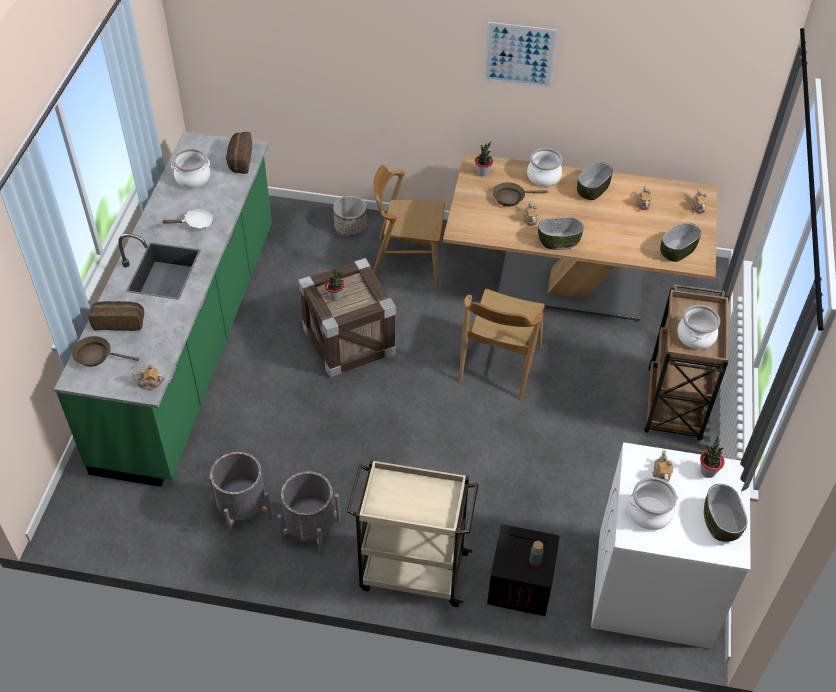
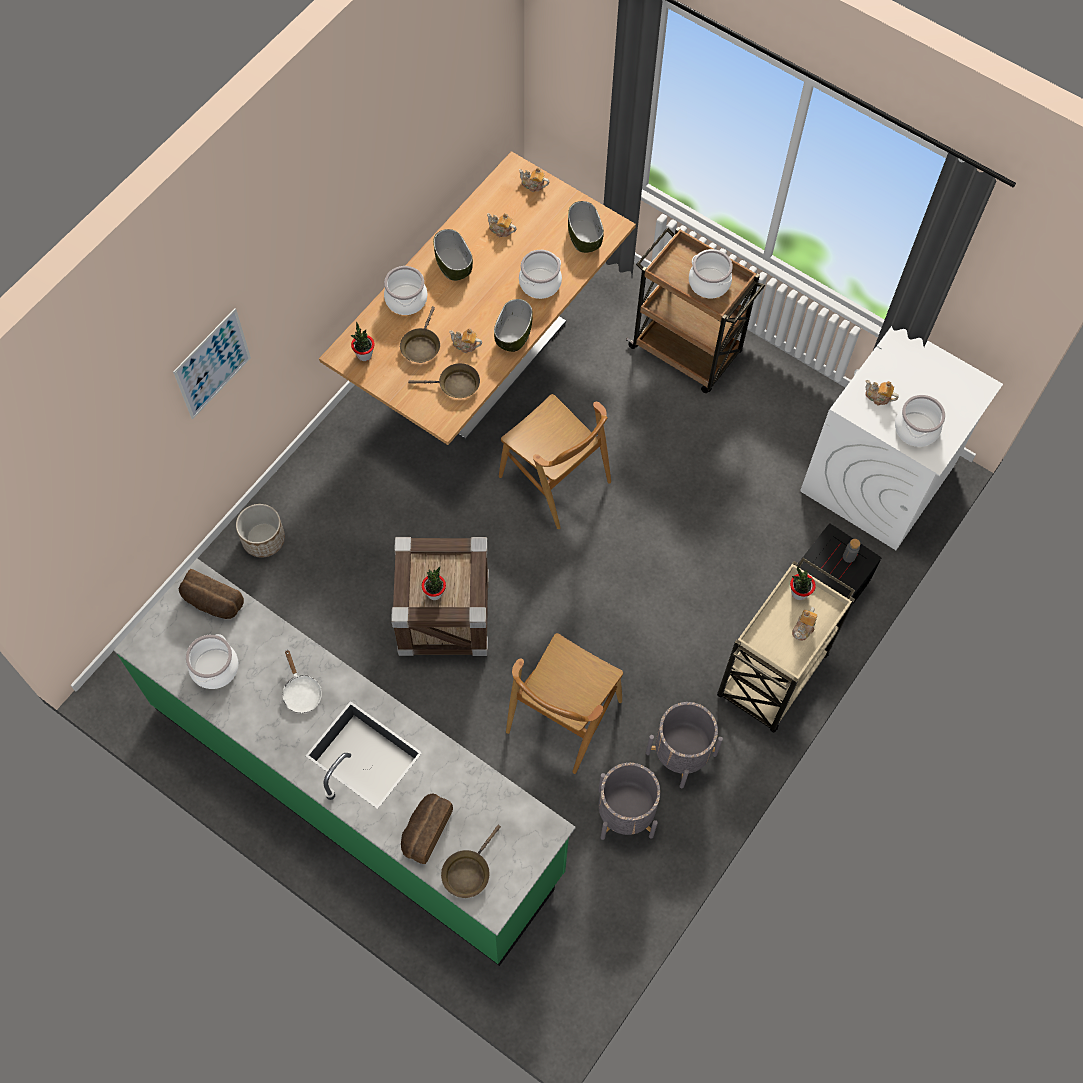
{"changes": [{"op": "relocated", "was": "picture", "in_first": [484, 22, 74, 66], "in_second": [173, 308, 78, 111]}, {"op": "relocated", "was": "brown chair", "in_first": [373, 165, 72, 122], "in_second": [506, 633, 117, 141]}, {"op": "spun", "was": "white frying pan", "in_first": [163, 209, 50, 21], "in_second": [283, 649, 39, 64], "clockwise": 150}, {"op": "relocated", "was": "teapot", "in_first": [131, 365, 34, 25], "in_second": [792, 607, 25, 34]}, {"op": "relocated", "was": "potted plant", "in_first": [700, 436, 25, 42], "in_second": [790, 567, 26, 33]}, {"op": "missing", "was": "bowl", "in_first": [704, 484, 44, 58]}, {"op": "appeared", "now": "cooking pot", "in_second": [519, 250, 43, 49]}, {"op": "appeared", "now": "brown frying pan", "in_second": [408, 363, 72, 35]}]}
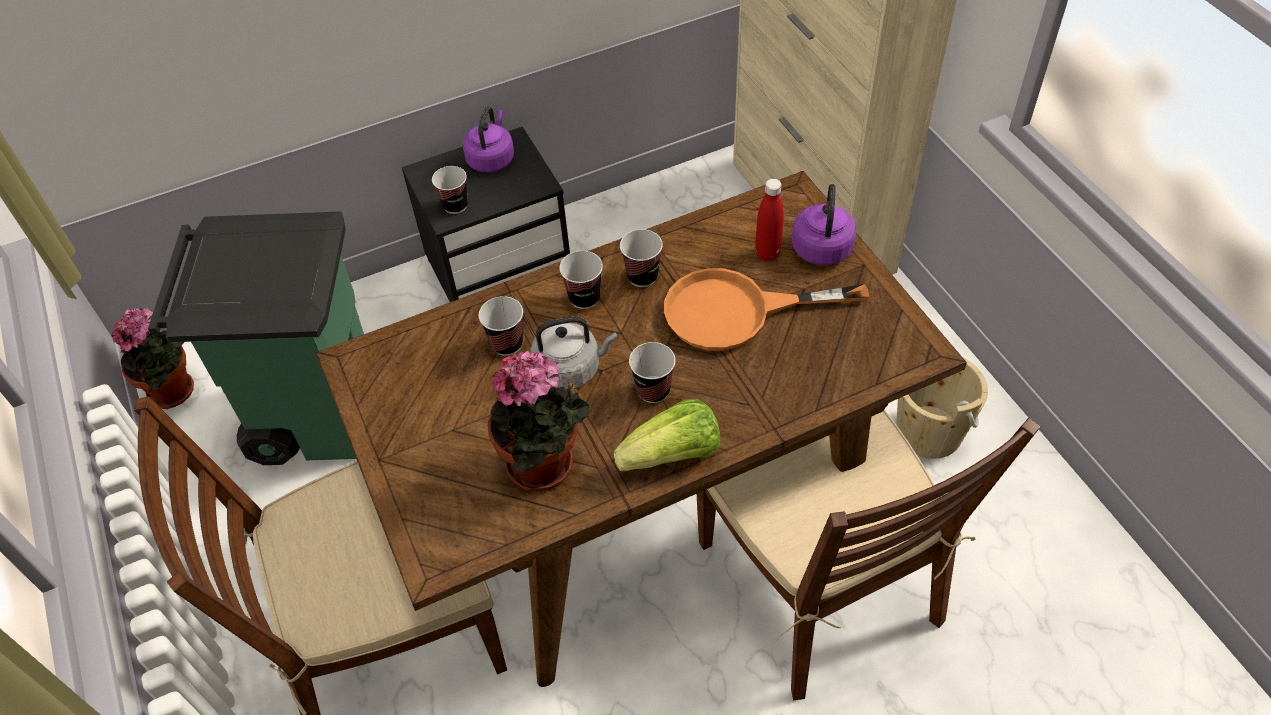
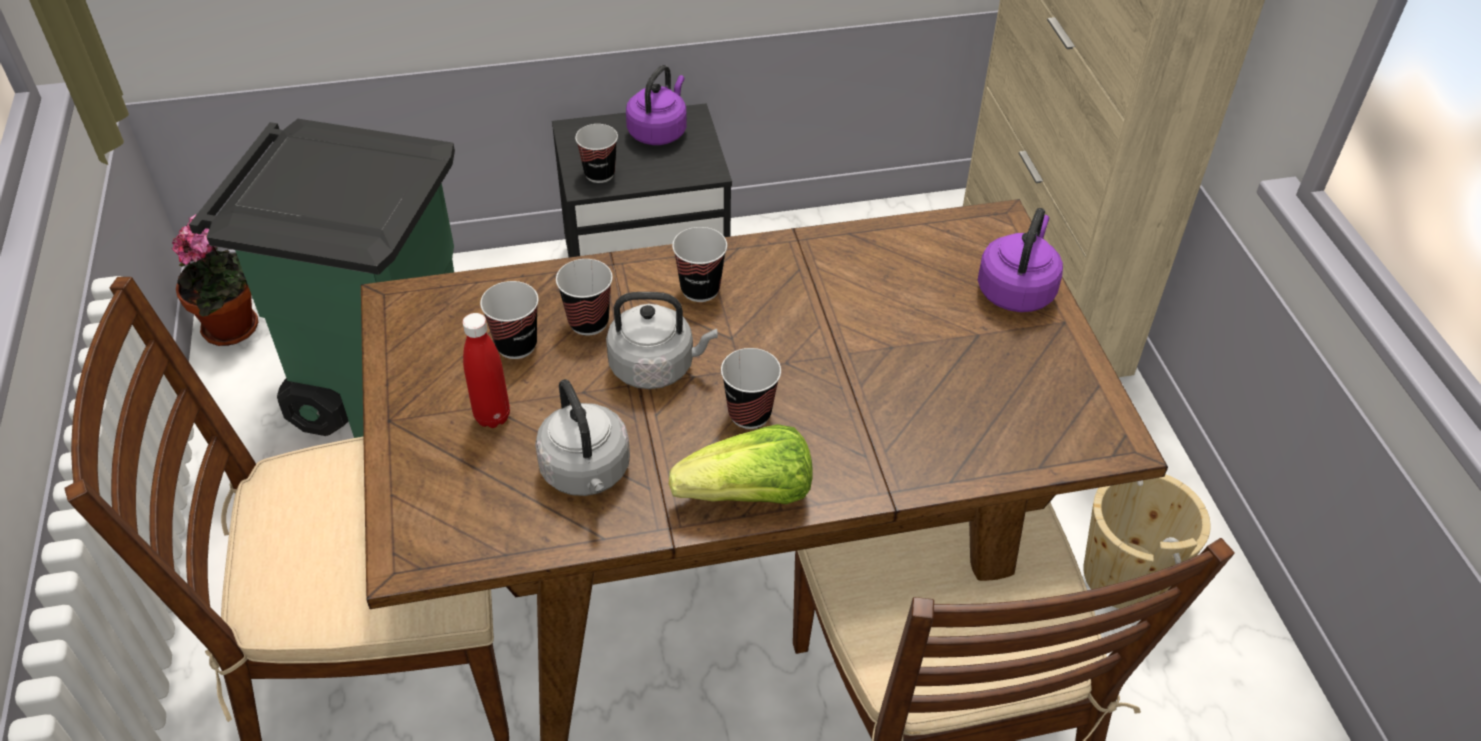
{"changes": [{"op": "relocated", "was": "red bottle", "in_first": [755, 179, 29, 82], "in_second": [462, 313, 48, 115]}, {"op": "relocated", "was": "cup", "in_first": [620, 229, 43, 58], "in_second": [480, 281, 58, 78]}, {"op": "missing", "was": "orange frying pan", "in_first": [664, 268, 205, 83]}, {"op": "exchanged", "was": "potted plant", "now": "grey kettle", "in_first": [488, 351, 101, 140], "in_second": [535, 379, 95, 117]}]}
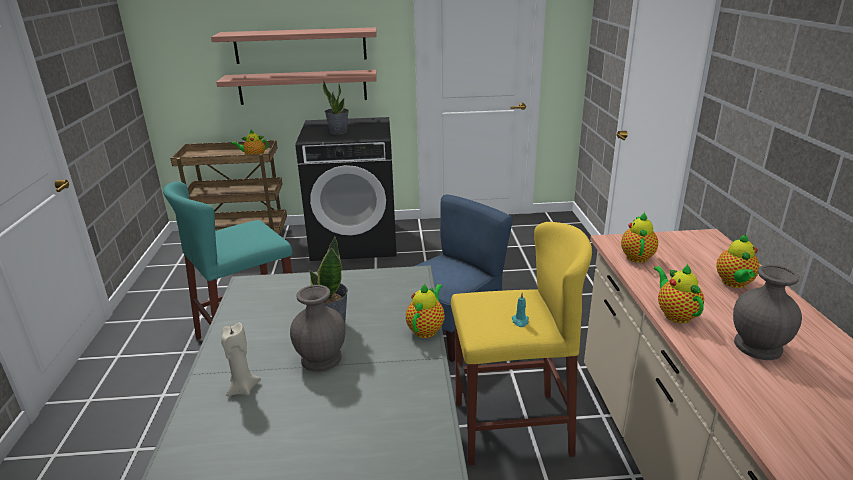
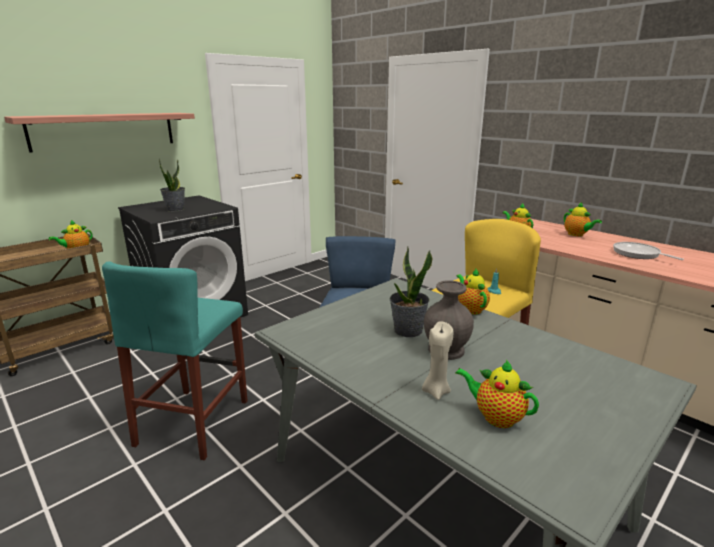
{"changes": [{"op": "missing", "was": "shelf", "in_first": [216, 70, 161, 35]}, {"op": "relocated", "was": "teapot", "in_first": [654, 264, 50, 60], "in_second": [456, 360, 83, 68]}, {"op": "exchanged", "was": "grey vase", "now": "frying pan", "in_first": [733, 264, 69, 96], "in_second": [613, 242, 71, 18]}]}
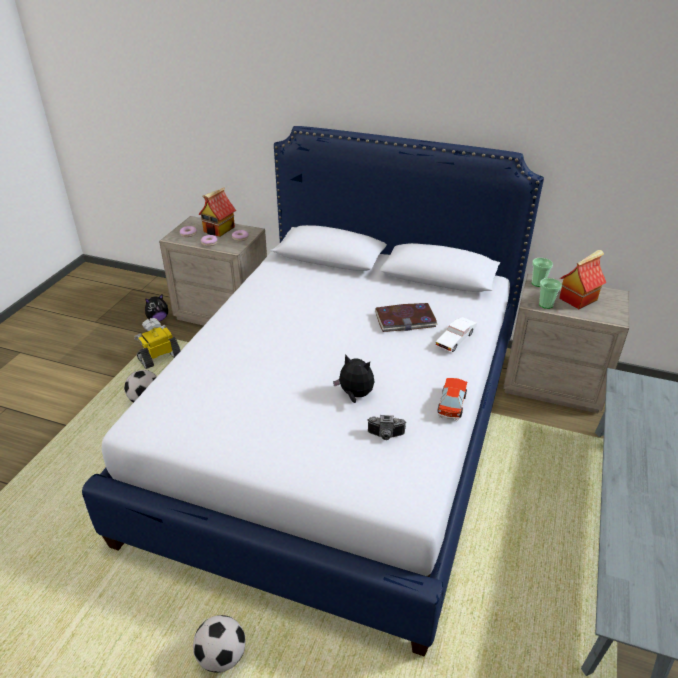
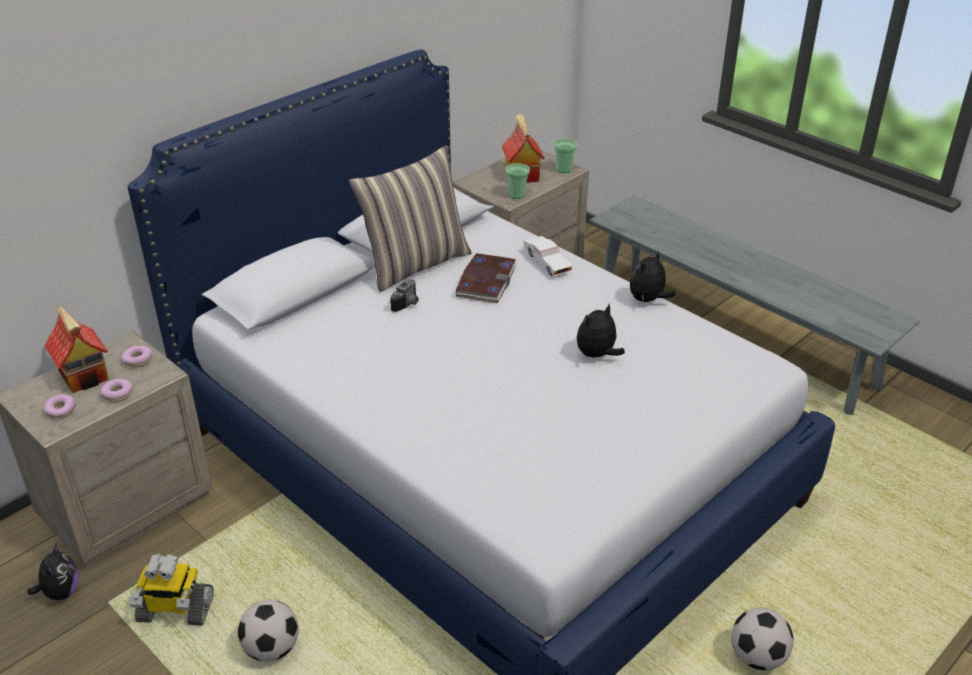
{"changes": [{"op": "relocated", "was": "cup", "in_first": [532, 258, 21, 29], "in_second": [554, 139, 23, 34]}, {"op": "spun", "was": "toy robot", "in_first": [134, 318, 47, 51], "in_second": [130, 554, 84, 72], "clockwise": -75}, {"op": "exchanged", "was": "toy car", "now": "plush toy", "in_first": [437, 378, 30, 43], "in_second": [630, 250, 46, 52]}, {"op": "relocated", "was": "photo camera", "in_first": [367, 415, 39, 25], "in_second": [390, 279, 29, 33]}, {"op": "appeared", "now": "pillow", "in_second": [349, 145, 123, 147]}]}
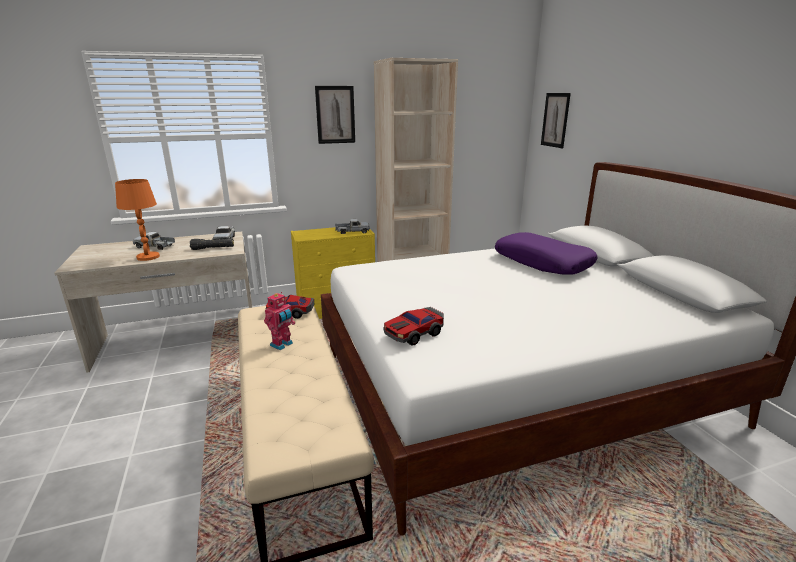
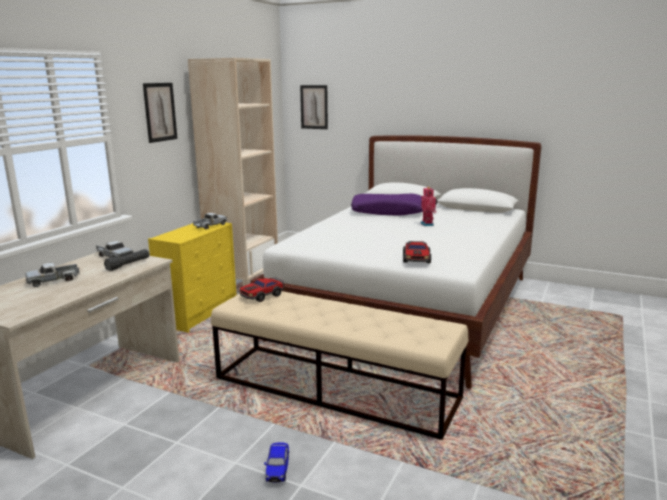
{"changes": [{"op": "missing", "was": "orange table lamp", "in_first": [115, 179, 45, 82]}, {"op": "relocated", "was": "toy robot", "in_first": [264, 292, 31, 58], "in_second": [420, 187, 18, 39]}, {"op": "appeared", "now": "toy car", "in_second": [264, 442, 25, 40]}]}
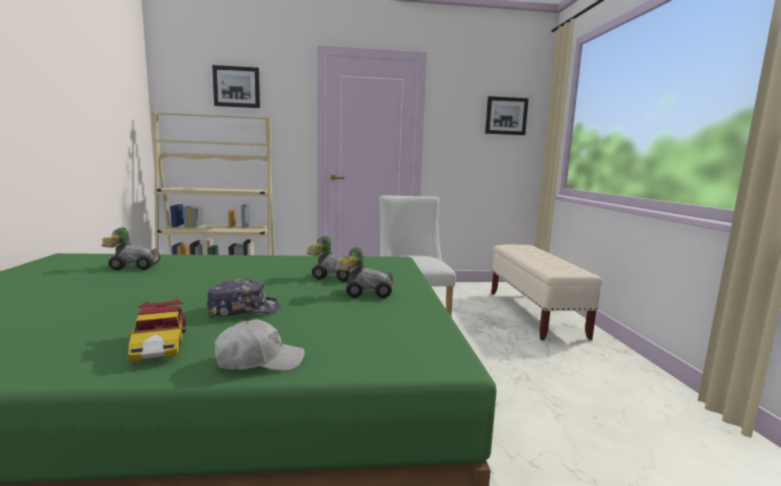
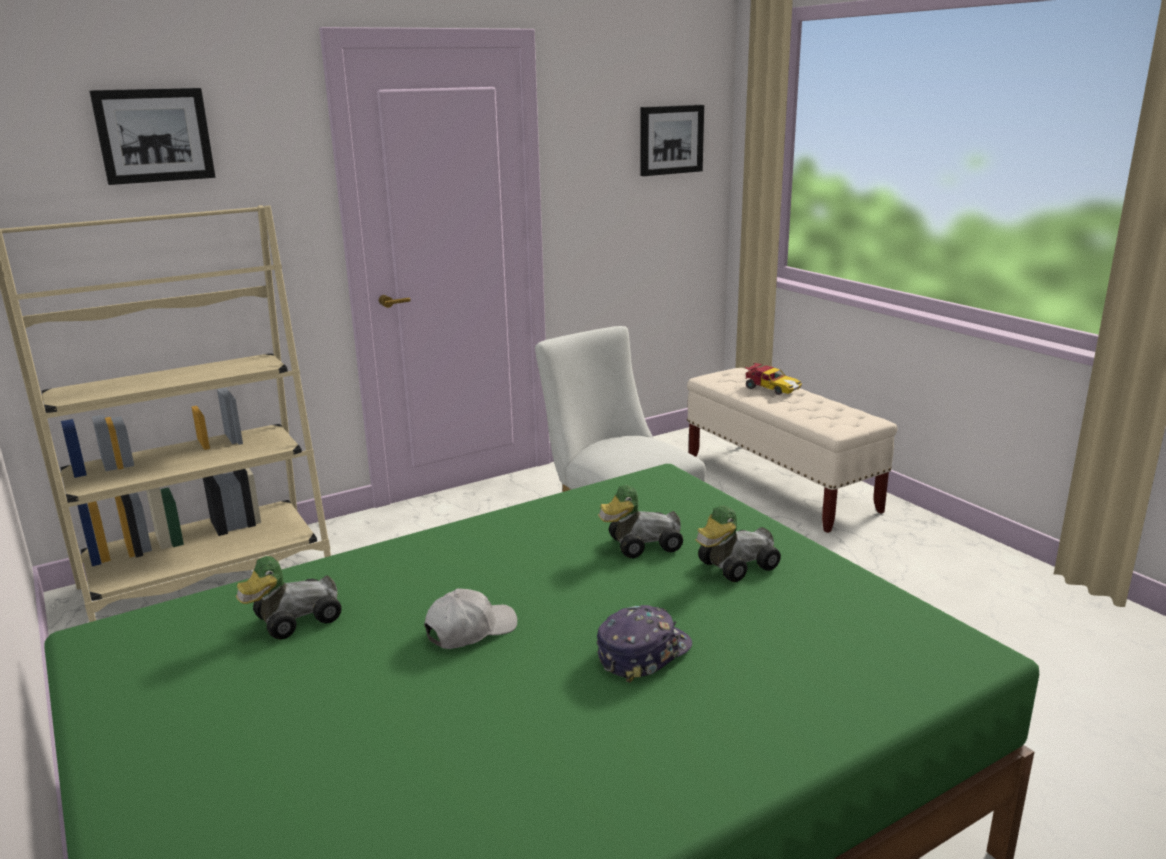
{"changes": [{"op": "relocated", "was": "toy car", "in_first": [126, 299, 61, 63], "in_second": [745, 363, 57, 32]}, {"op": "relocated", "was": "white cap", "in_first": [215, 319, 90, 52], "in_second": [424, 588, 93, 61]}]}
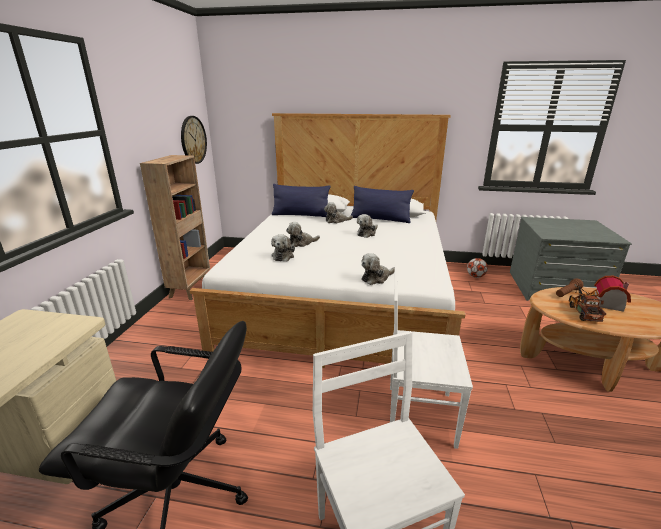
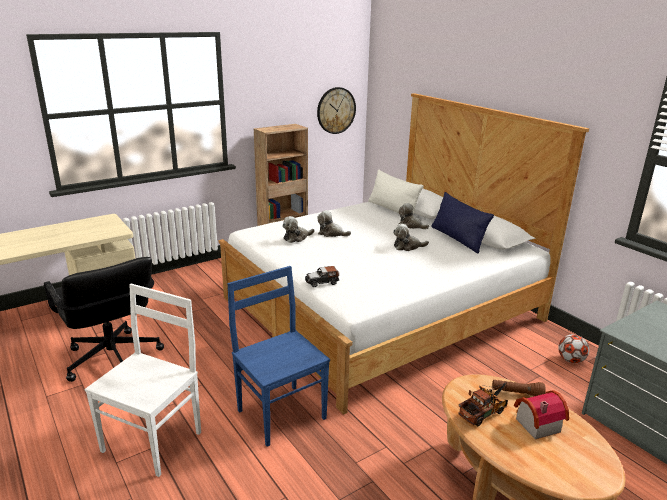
{"changes": [{"op": "colour", "was": "blue pillow", "now": "white pillow", "in_first": [272, 184, 59, 33], "in_second": [368, 169, 56, 45]}, {"op": "exchanged", "was": "plush toy", "now": "toy car", "in_first": [361, 253, 34, 32], "in_second": [305, 266, 34, 21]}, {"op": "colour", "was": "white chair", "now": "blue chair", "in_first": [390, 264, 83, 185], "in_second": [227, 266, 103, 181]}]}
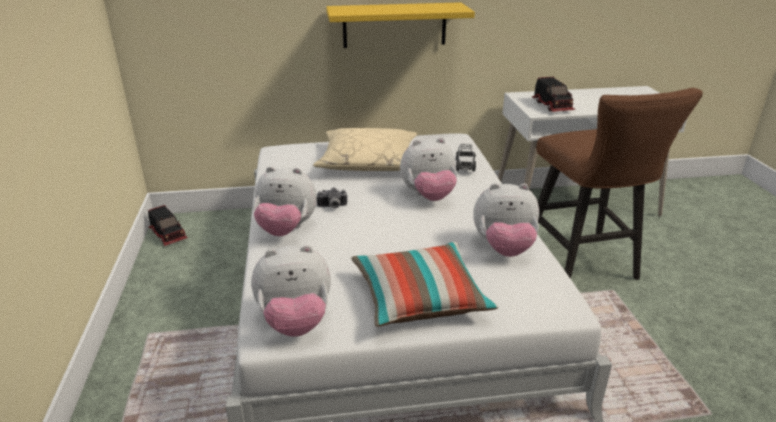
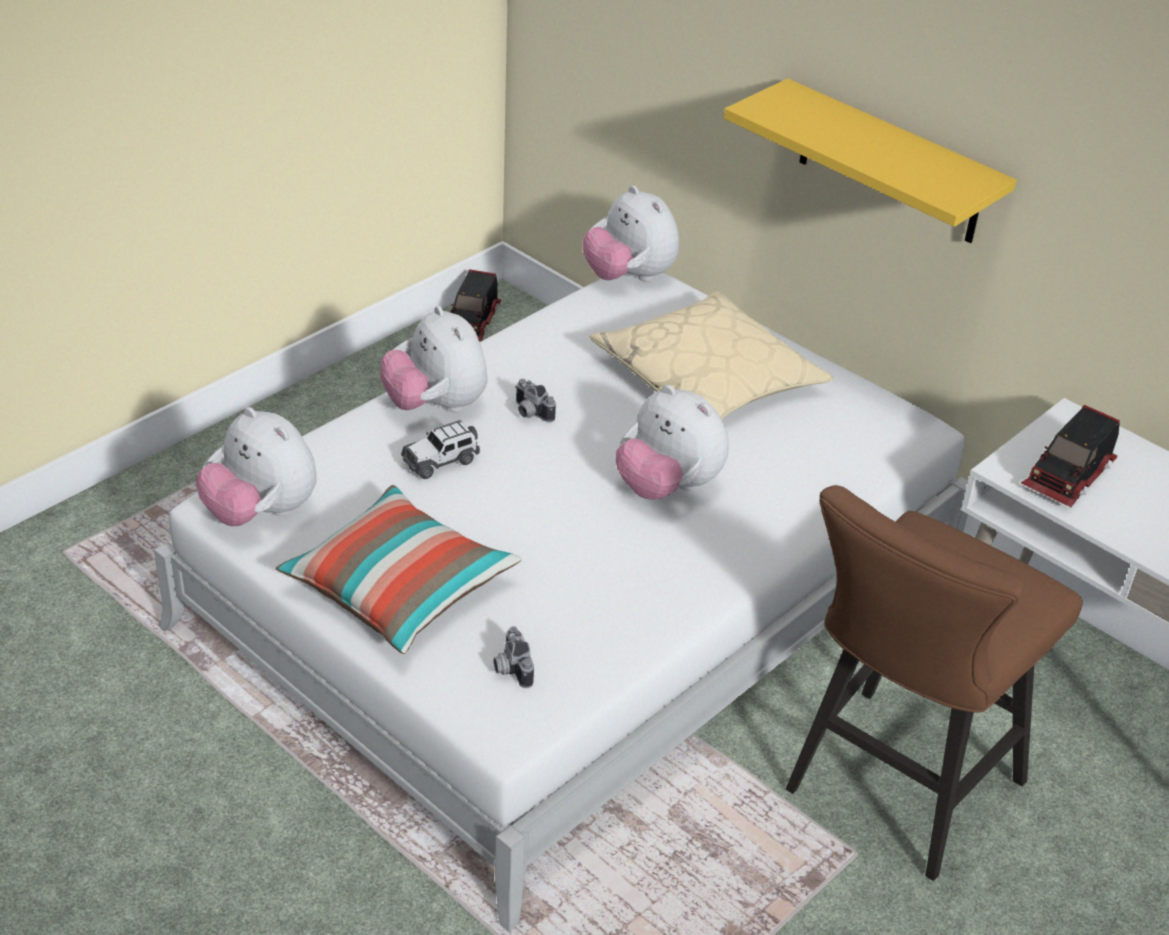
{"changes": [{"op": "relocated", "was": "toy car", "in_first": [456, 144, 20, 27], "in_second": [401, 420, 79, 59]}, {"op": "relocated", "was": "plush toy", "in_first": [473, 183, 66, 74], "in_second": [583, 185, 96, 97]}, {"op": "appeared", "now": "photo camera", "in_second": [494, 626, 40, 62]}]}
